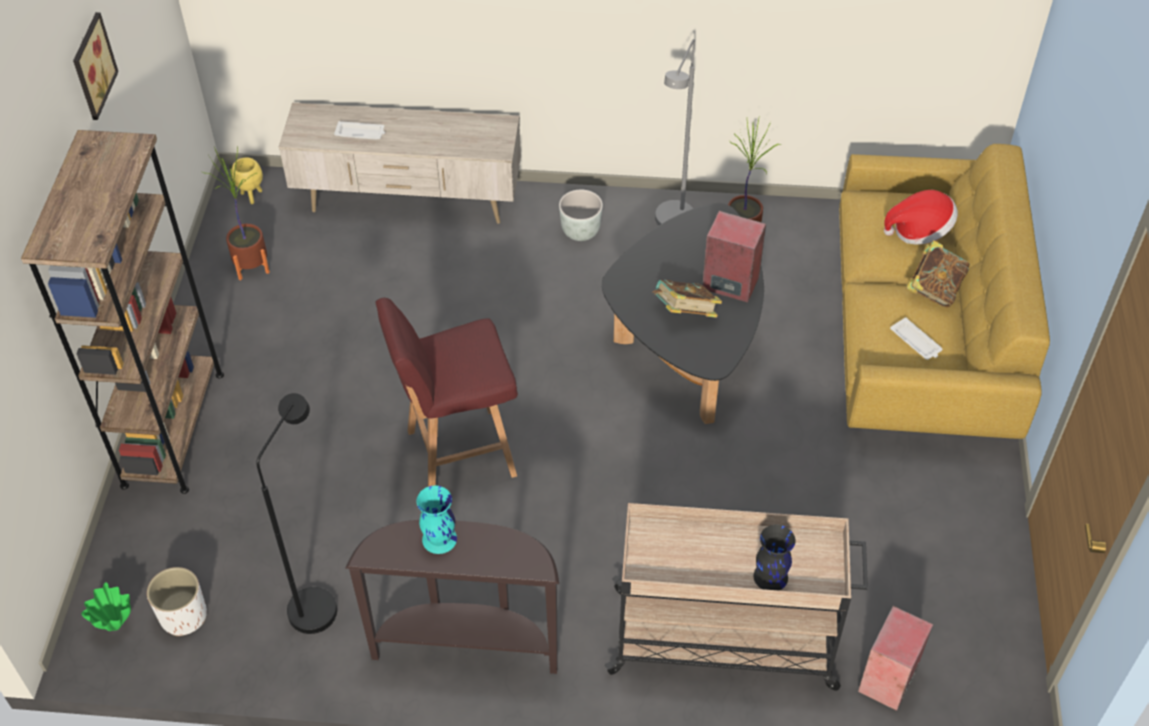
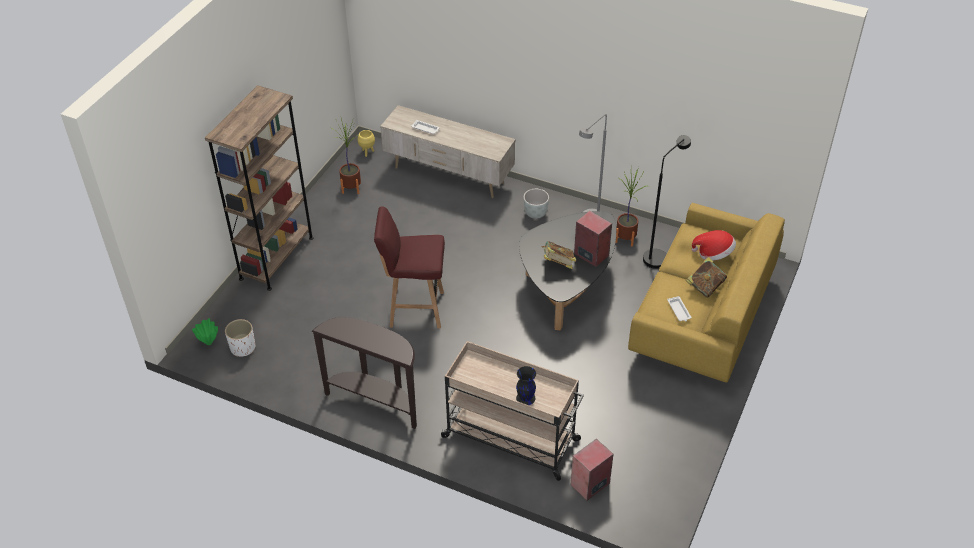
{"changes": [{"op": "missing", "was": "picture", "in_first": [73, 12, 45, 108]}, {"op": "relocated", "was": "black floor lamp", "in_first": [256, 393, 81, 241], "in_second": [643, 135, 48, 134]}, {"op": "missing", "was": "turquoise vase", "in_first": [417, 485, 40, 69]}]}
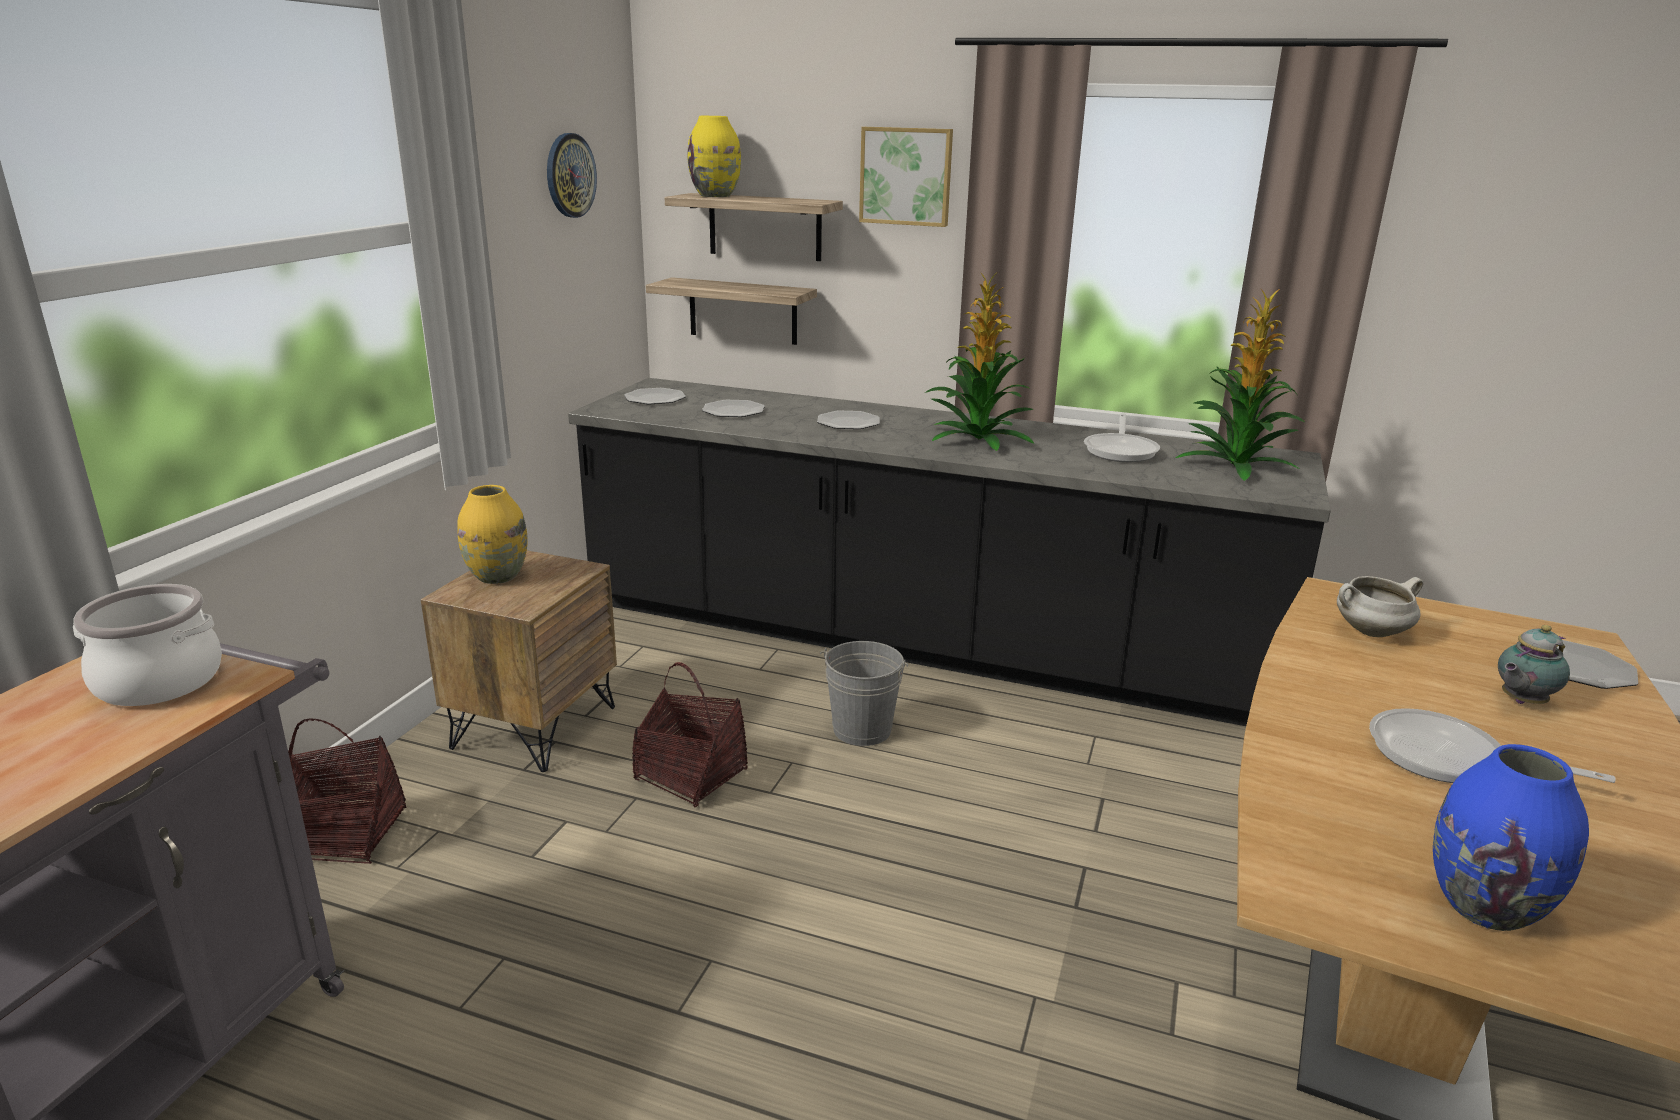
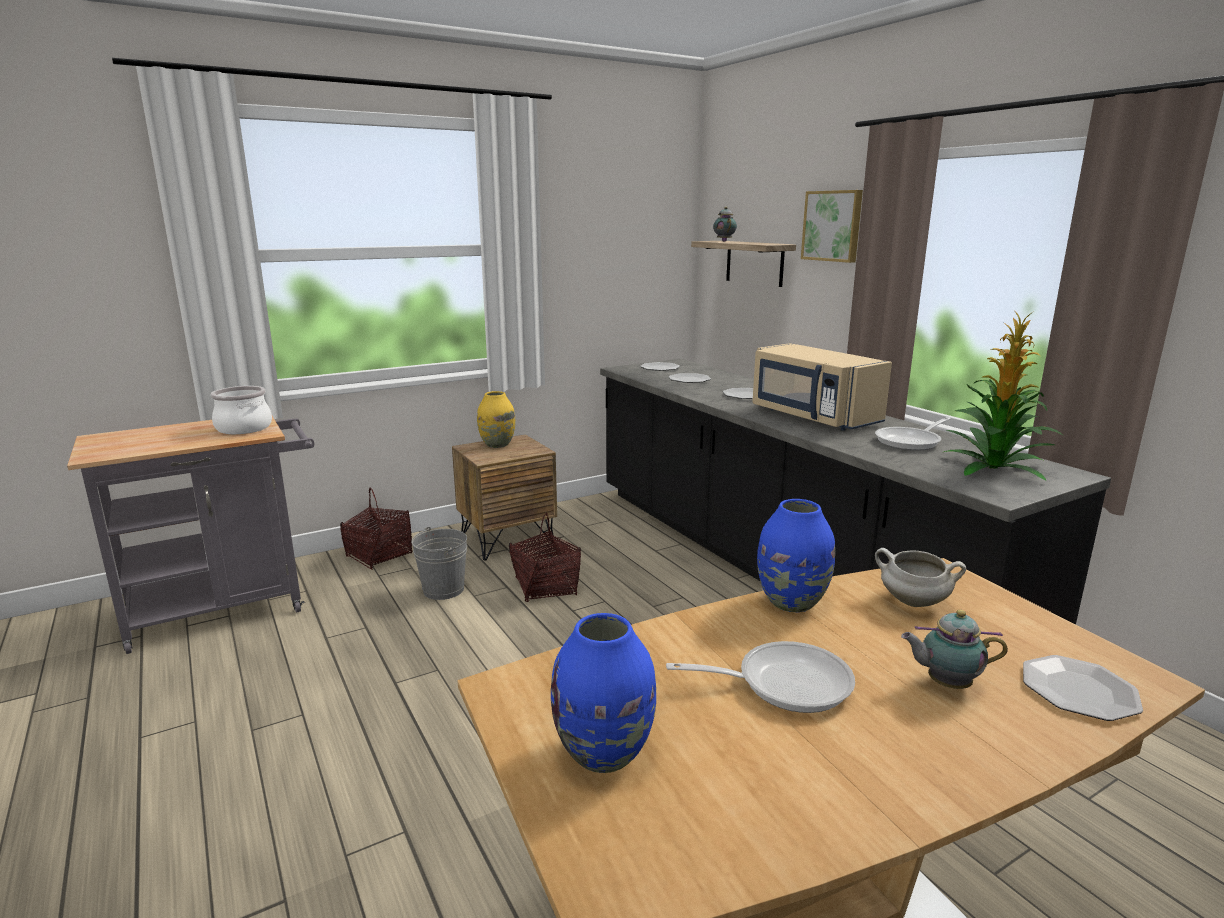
{"changes": [{"op": "exchanged", "was": "yellow vase", "now": "teapot", "in_first": [687, 116, 54, 81], "in_second": [713, 207, 24, 35]}, {"op": "missing", "was": "wall clock", "in_first": [547, 133, 50, 85]}, {"op": "exchanged", "was": "potted plant", "now": "beige microwave", "in_first": [925, 271, 109, 180], "in_second": [753, 343, 139, 88]}, {"op": "missing", "was": "shelf", "in_first": [646, 277, 171, 68]}, {"op": "relocated", "was": "grey bucket", "in_first": [820, 641, 88, 105], "in_second": [411, 527, 56, 73]}, {"op": "spun", "was": "frying pan", "in_first": [1369, 708, 246, 75], "in_second": [666, 641, 189, 72], "clockwise": 105}, {"op": "appeared", "now": "blue vase", "in_second": [757, 499, 78, 114]}]}
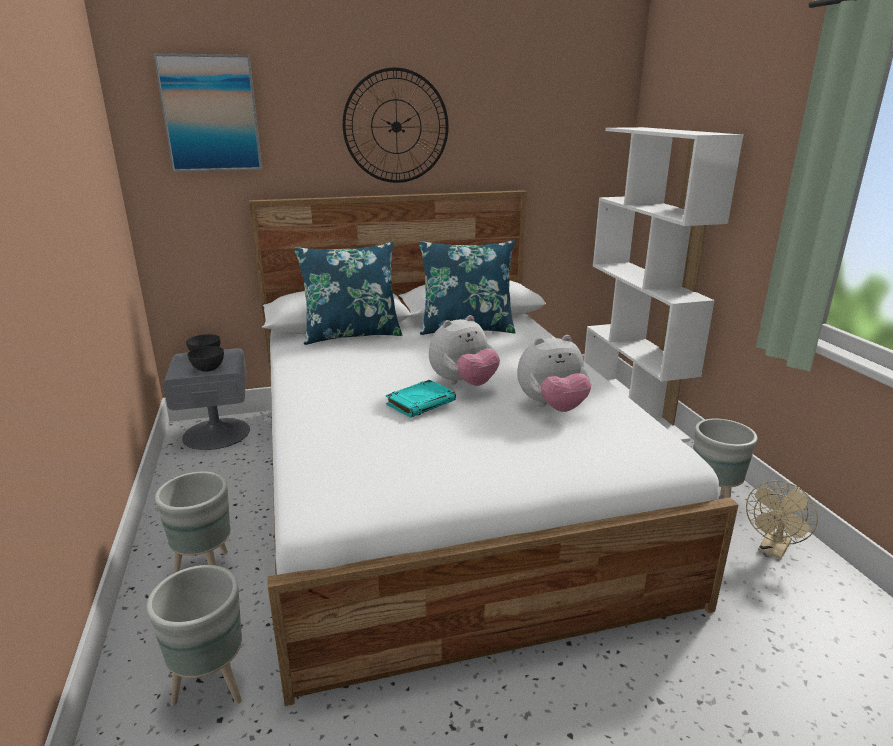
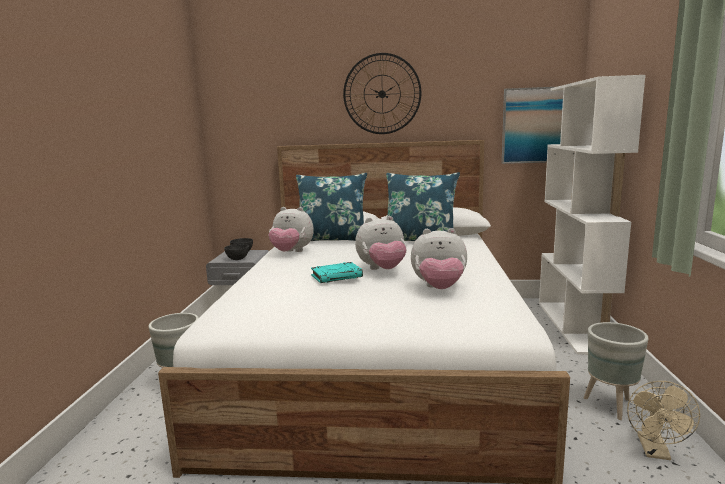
{"changes": [{"op": "relocated", "was": "picture", "in_first": [153, 53, 109, 119], "in_second": [502, 87, 61, 77]}, {"op": "spun", "was": "beige fan", "in_first": [746, 480, 72, 79], "in_second": [627, 381, 73, 79], "clockwise": -45}, {"op": "missing", "was": "grey planter", "in_first": [147, 565, 95, 141]}, {"op": "appeared", "now": "plush toy", "in_second": [268, 207, 46, 45]}]}
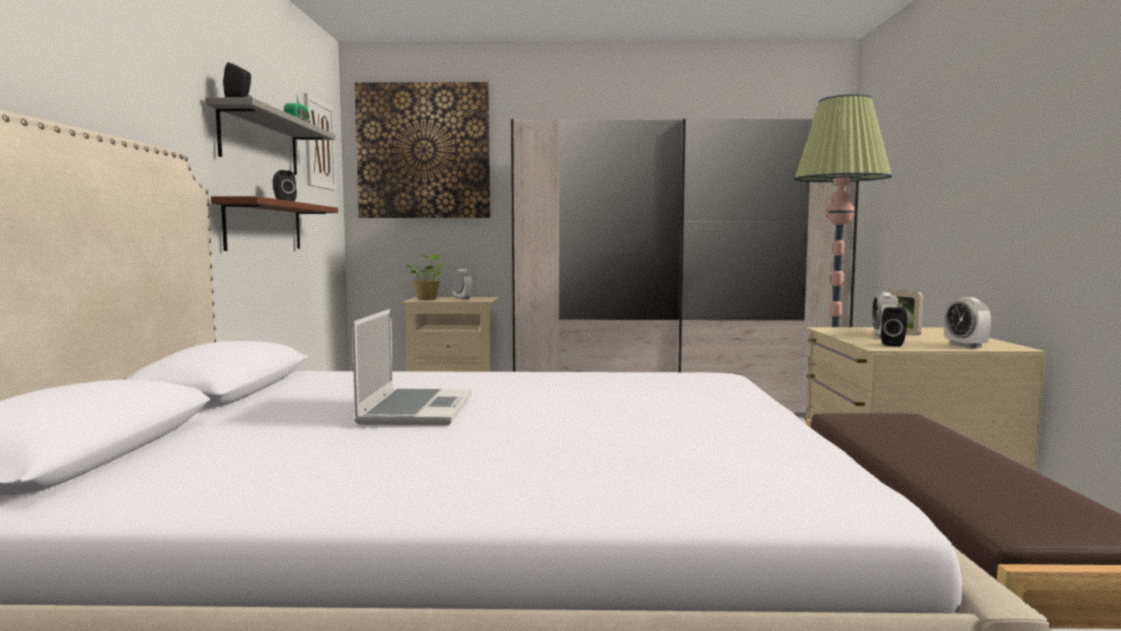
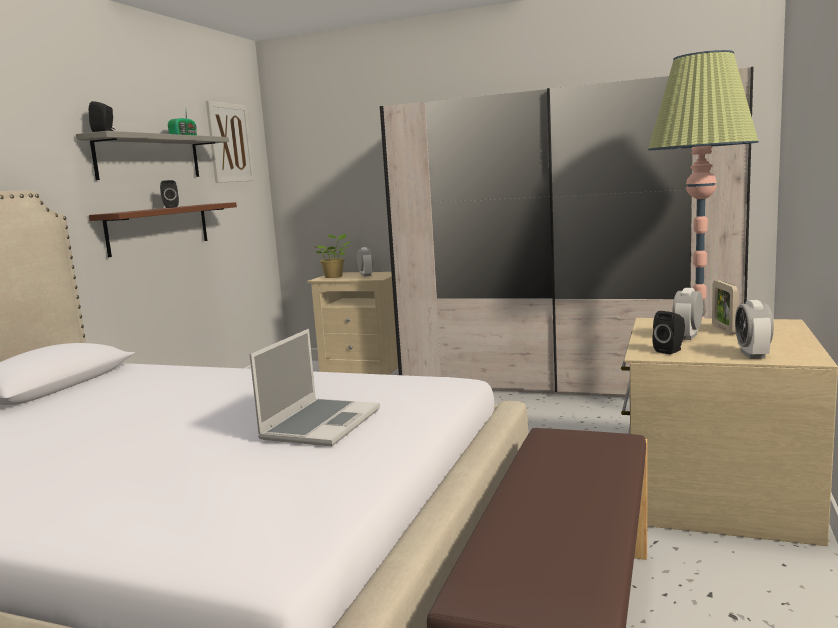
{"changes": [{"op": "missing", "was": "picture", "in_first": [354, 82, 136, 136]}, {"op": "relocated", "was": "laptop", "in_first": [352, 309, 120, 116], "in_second": [250, 329, 130, 117]}]}
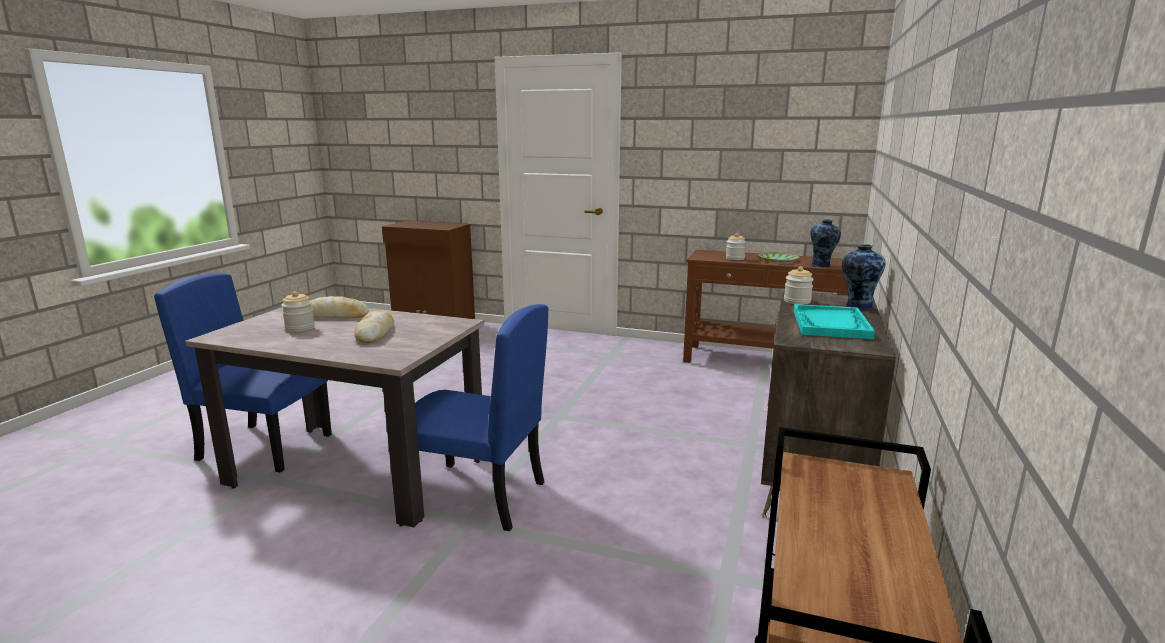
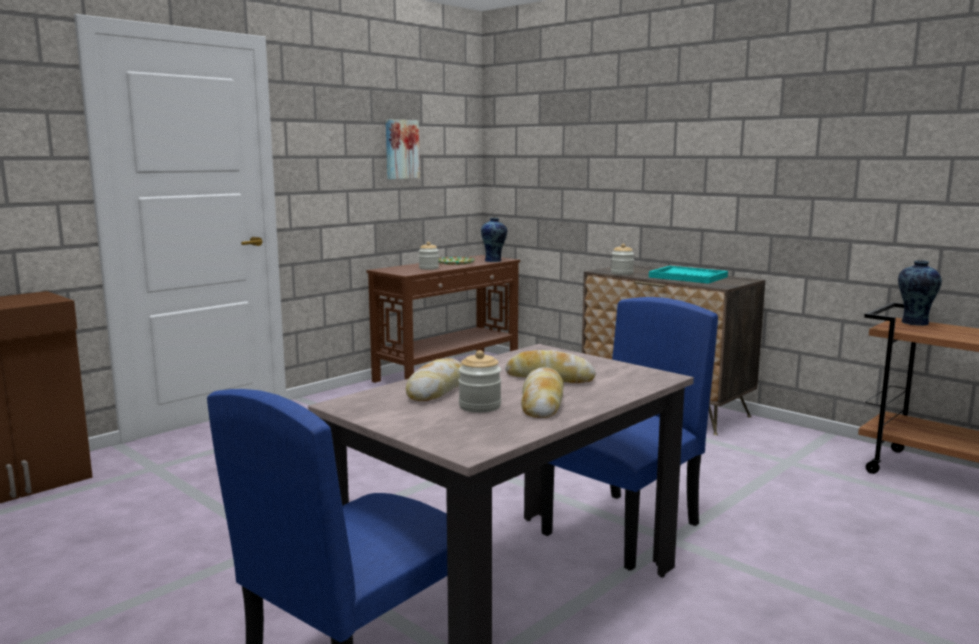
{"changes": [{"op": "relocated", "was": "vase", "in_first": [842, 244, 44, 66], "in_second": [898, 260, 44, 66]}, {"op": "appeared", "now": "picture", "in_second": [386, 119, 34, 60]}, {"op": "appeared", "now": "bread", "in_second": [521, 367, 43, 51]}]}
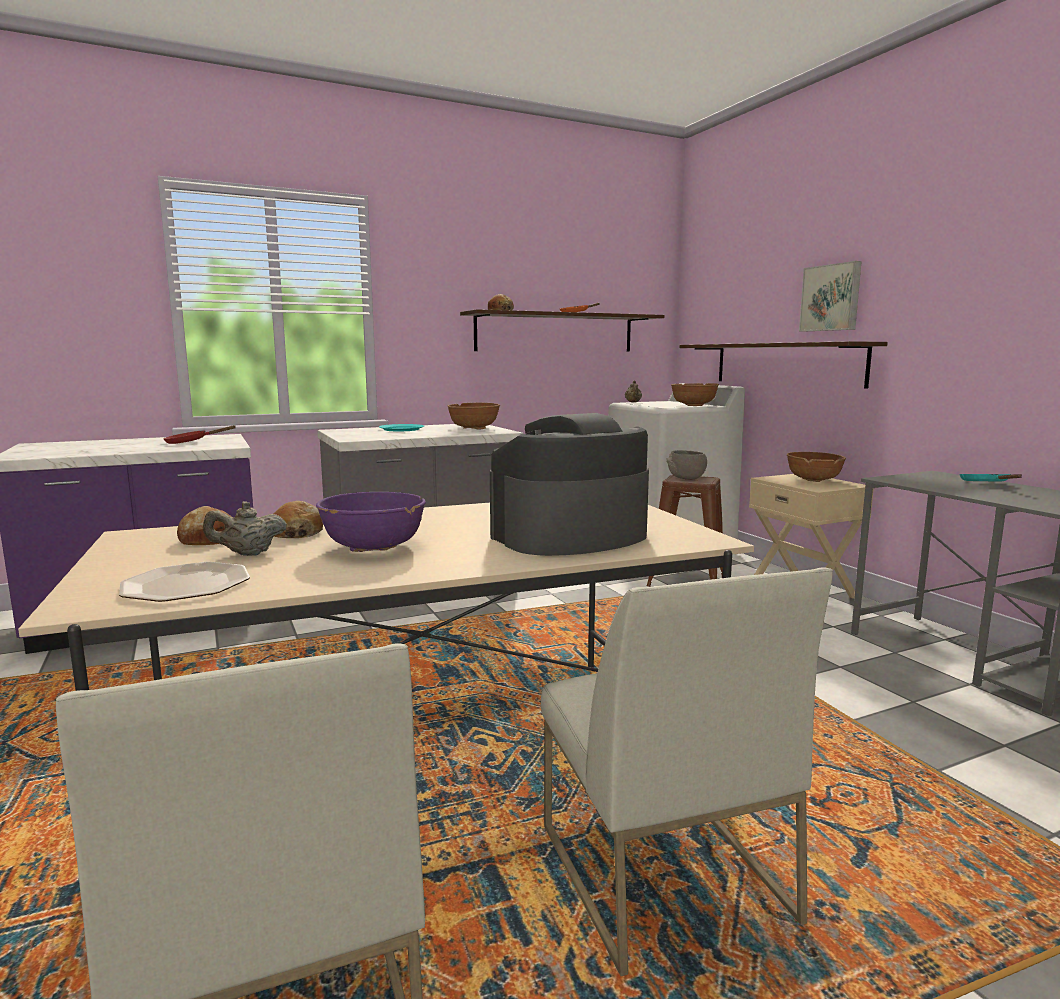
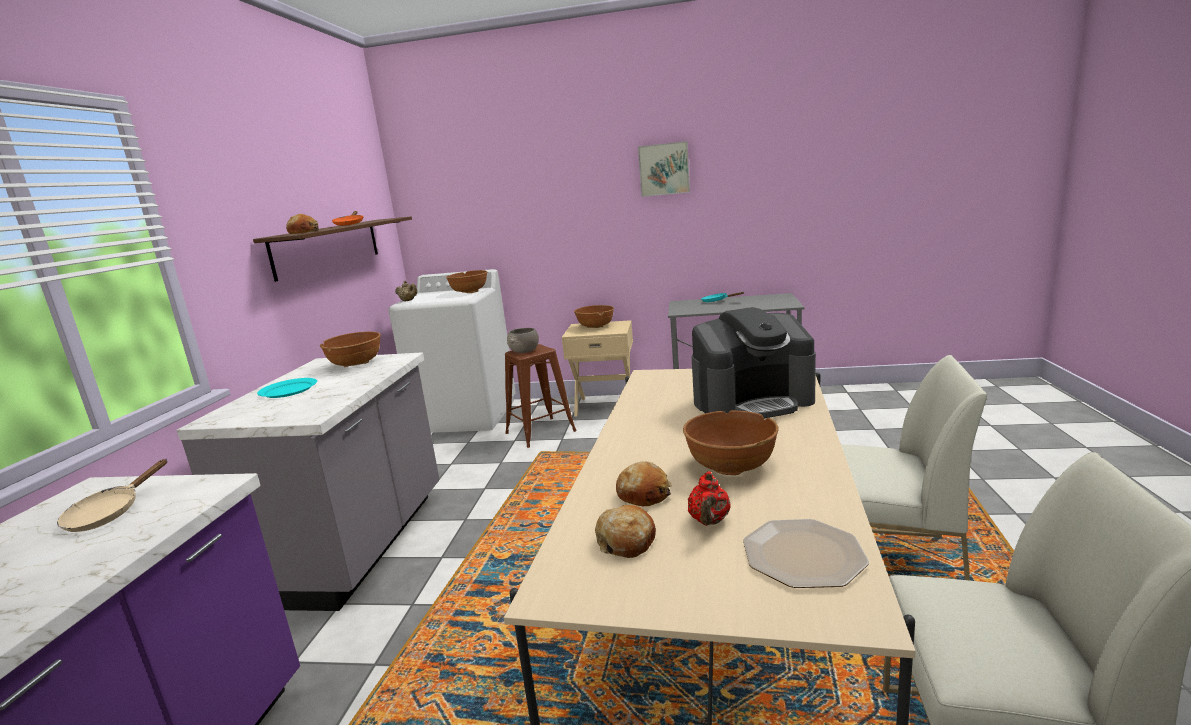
{"changes": [{"op": "relocated", "was": "picture", "in_first": [799, 261, 63, 71], "in_second": [638, 141, 52, 56]}, {"op": "missing", "was": "shelf", "in_first": [680, 341, 208, 48]}, {"op": "spun", "was": "coffee machine", "in_first": [490, 413, 159, 143], "in_second": [692, 307, 124, 111], "clockwise": -105}, {"op": "colour", "was": "red frying pan", "now": "beige frying pan", "in_first": [163, 425, 73, 19], "in_second": [57, 459, 110, 73]}, {"op": "colour", "was": "purple bowl", "now": "brown bowl", "in_first": [316, 492, 110, 60], "in_second": [683, 411, 96, 64]}, {"op": "colour", "was": "beige teapot", "now": "red teapot", "in_first": [203, 501, 84, 55], "in_second": [688, 471, 42, 55]}]}
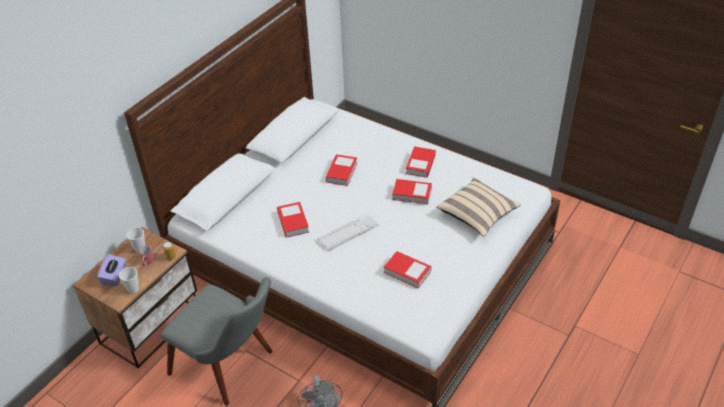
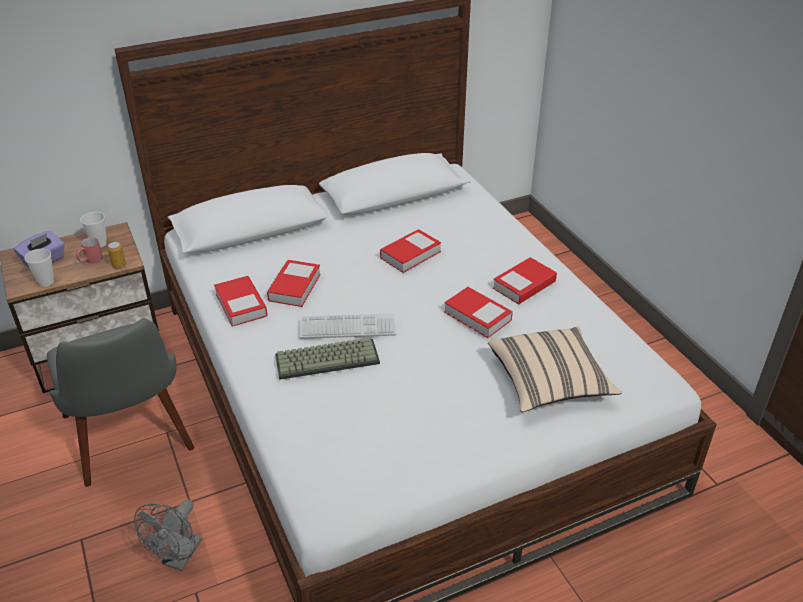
{"changes": [{"op": "relocated", "was": "book", "in_first": [384, 251, 47, 38], "in_second": [214, 276, 54, 51]}, {"op": "appeared", "now": "keyboard", "in_second": [275, 338, 105, 42]}]}
